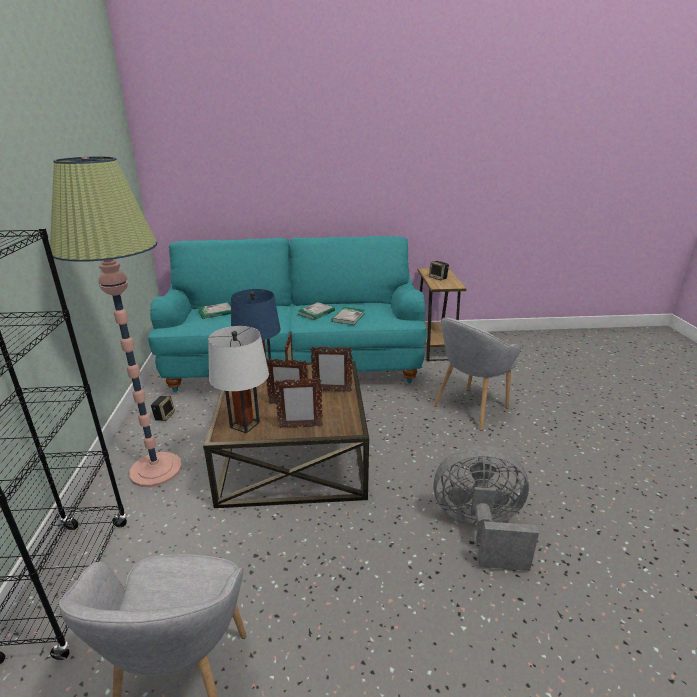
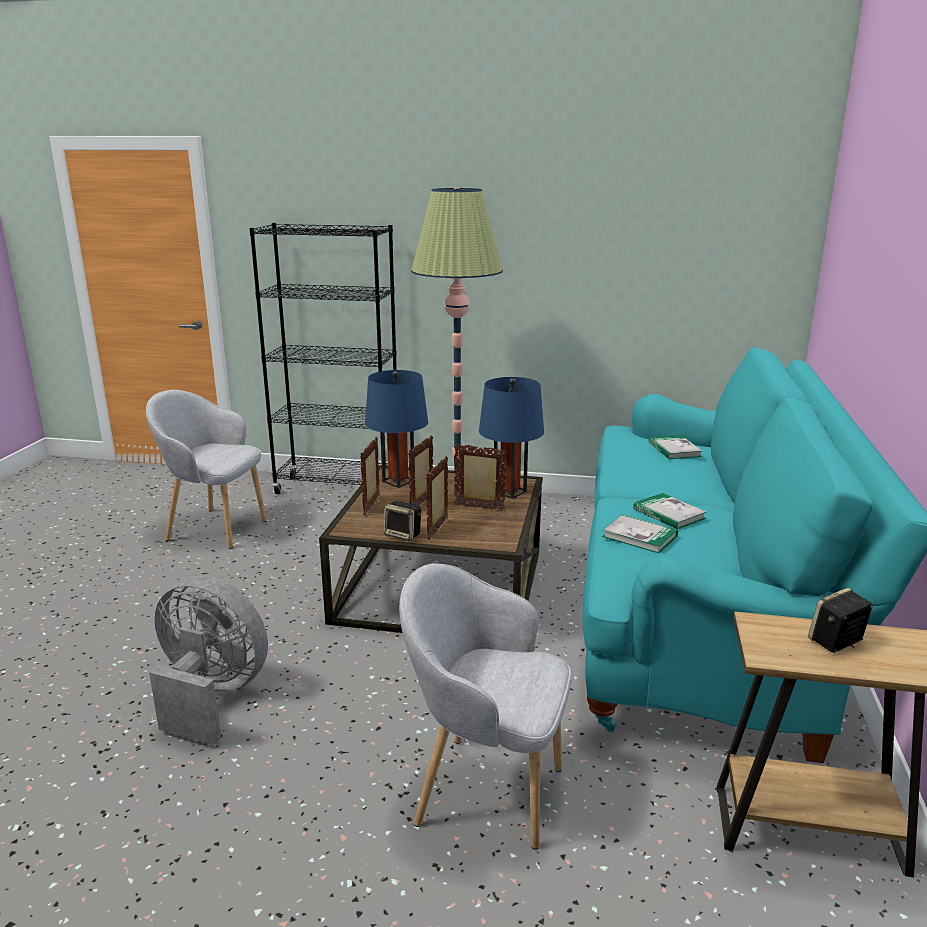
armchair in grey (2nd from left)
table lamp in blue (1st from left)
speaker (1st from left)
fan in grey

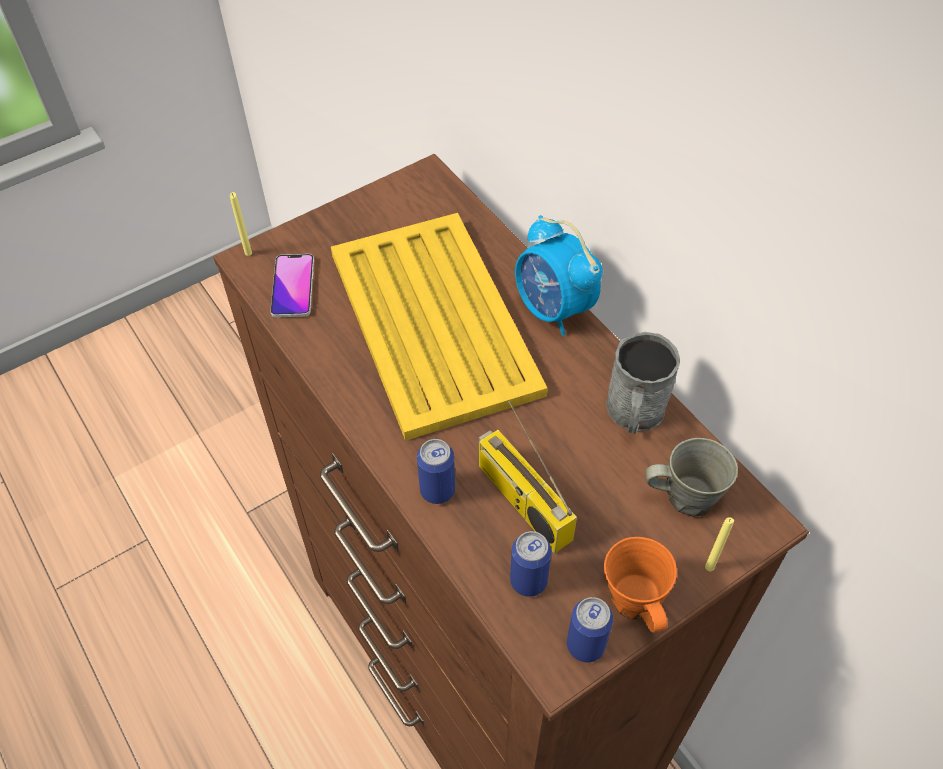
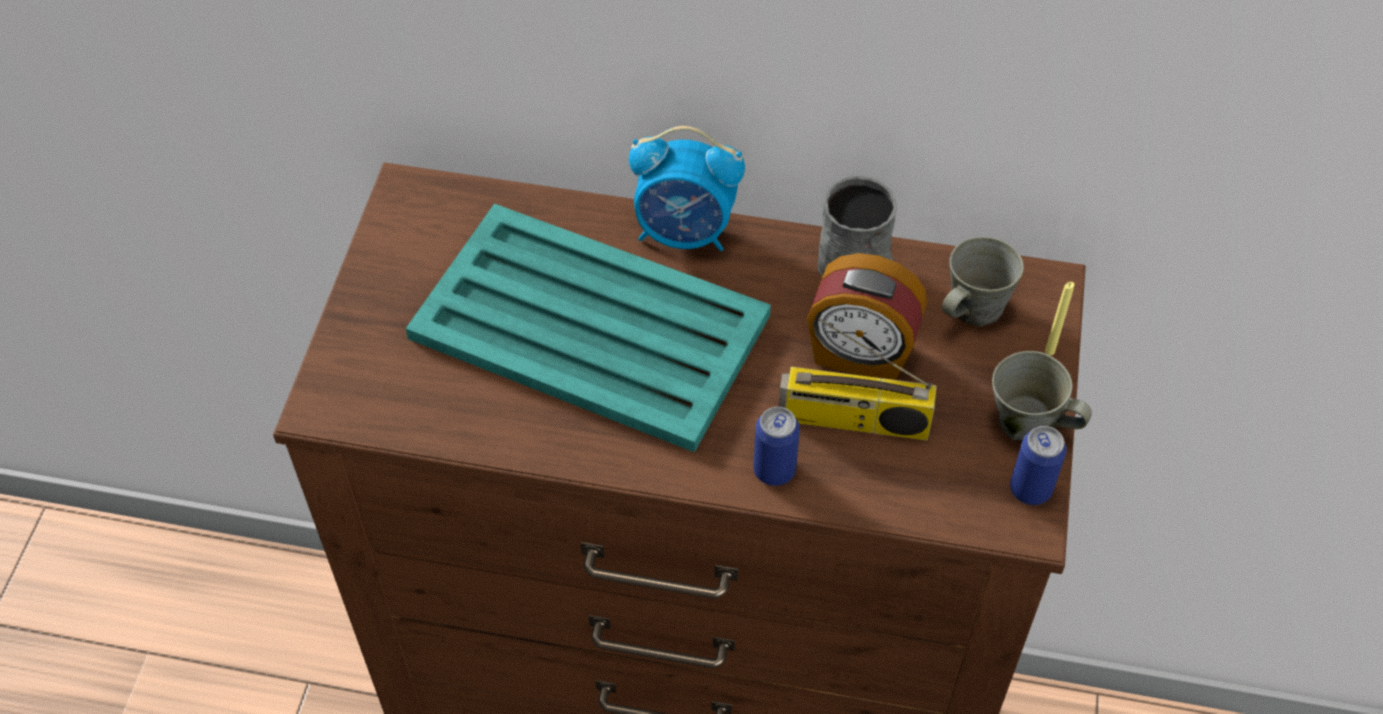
candle in yellow (1st from left in the first image)
tray in turquoise
phone
can (2nd from left in the first image)
mug in grey (3rd from left)
alarm clock (2nd from left)

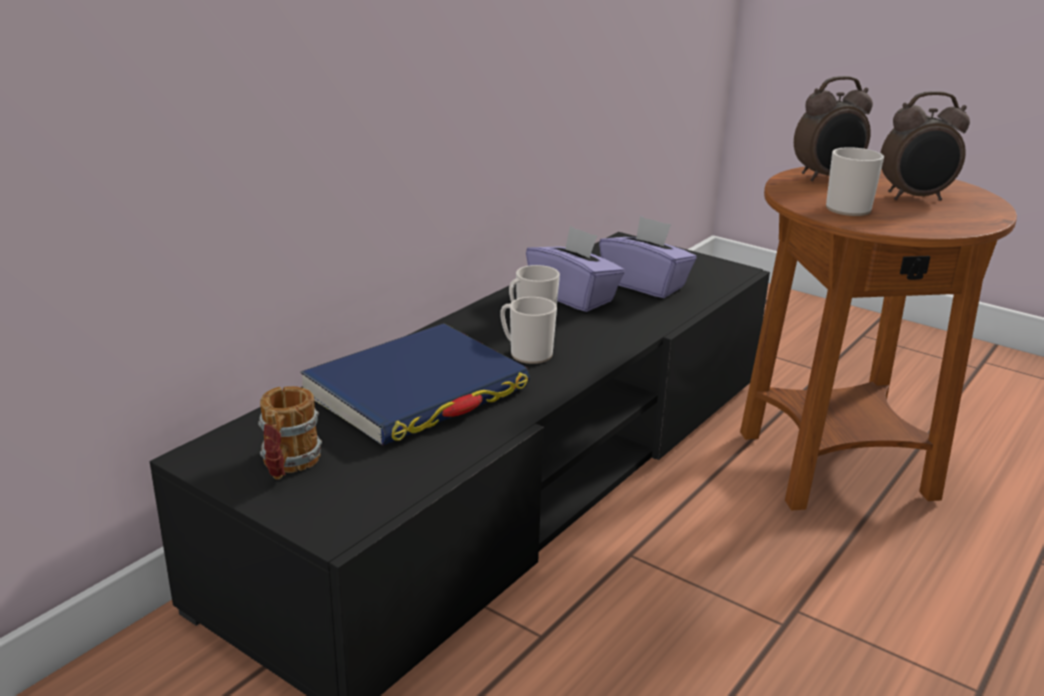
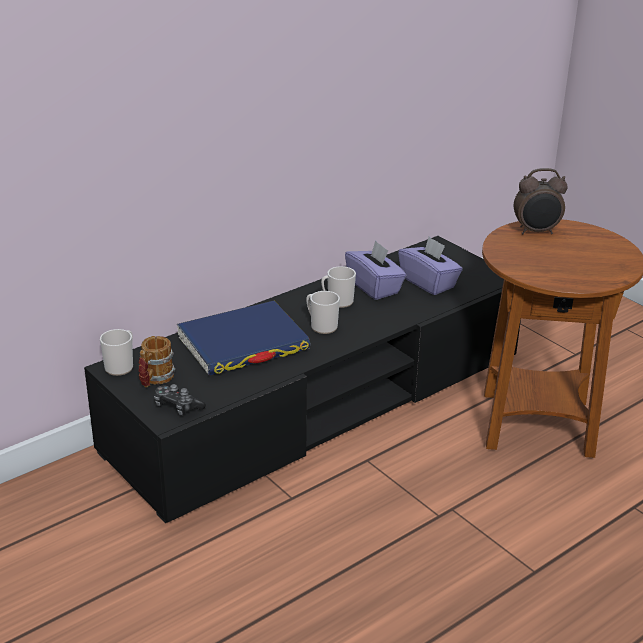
alarm clock (2nd from left in the first image)
mug (1st from left)
game controller

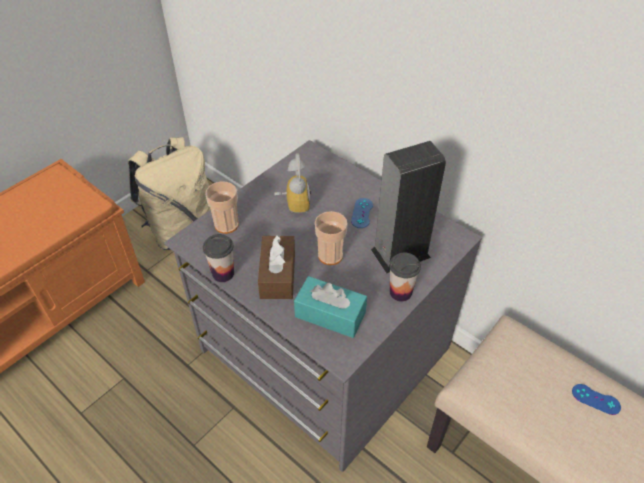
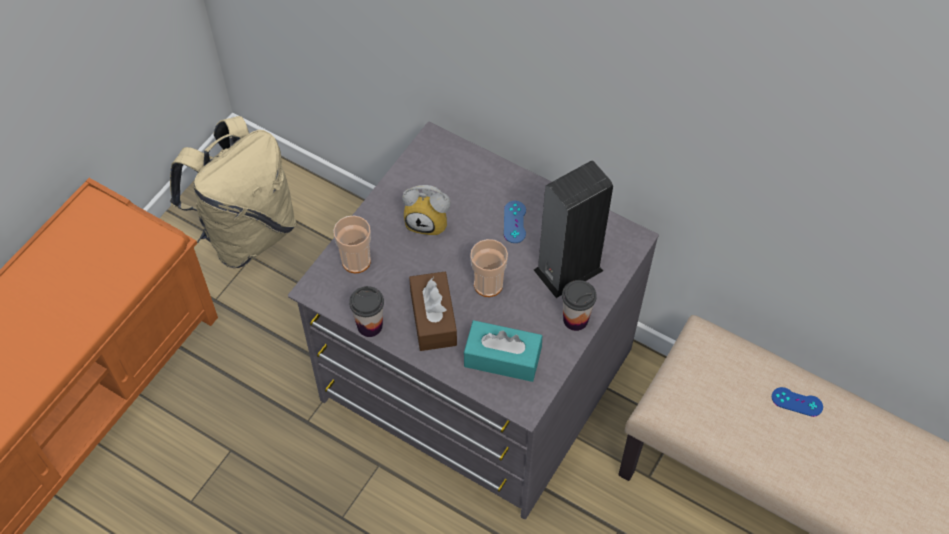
alarm clock

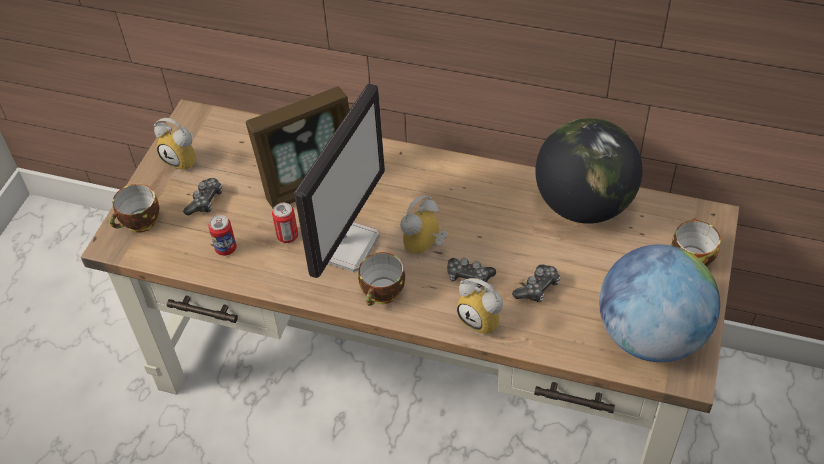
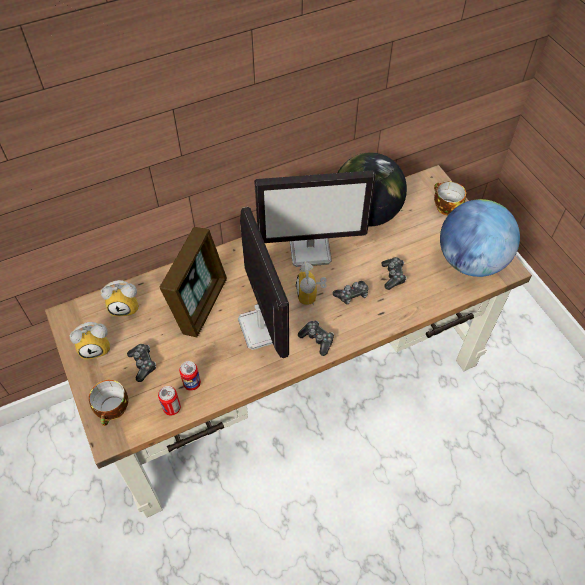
can (1st from left)
game controller (2nd from left)
alarm clock (2nd from left)
monitor (2nd from left)

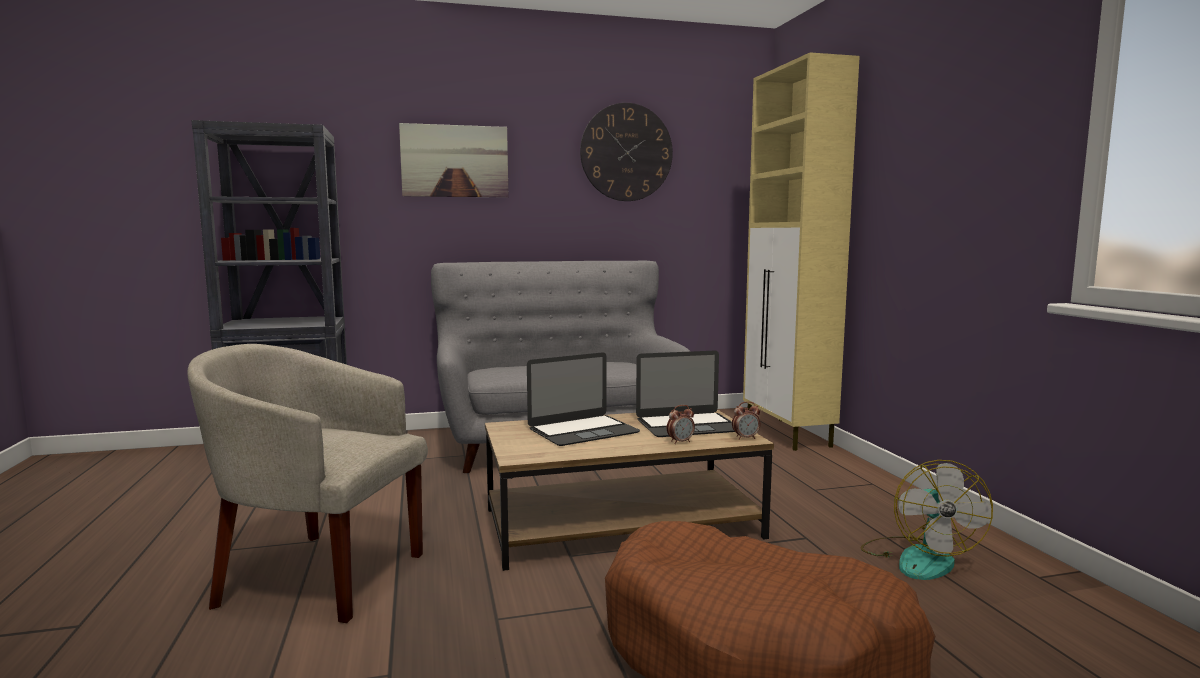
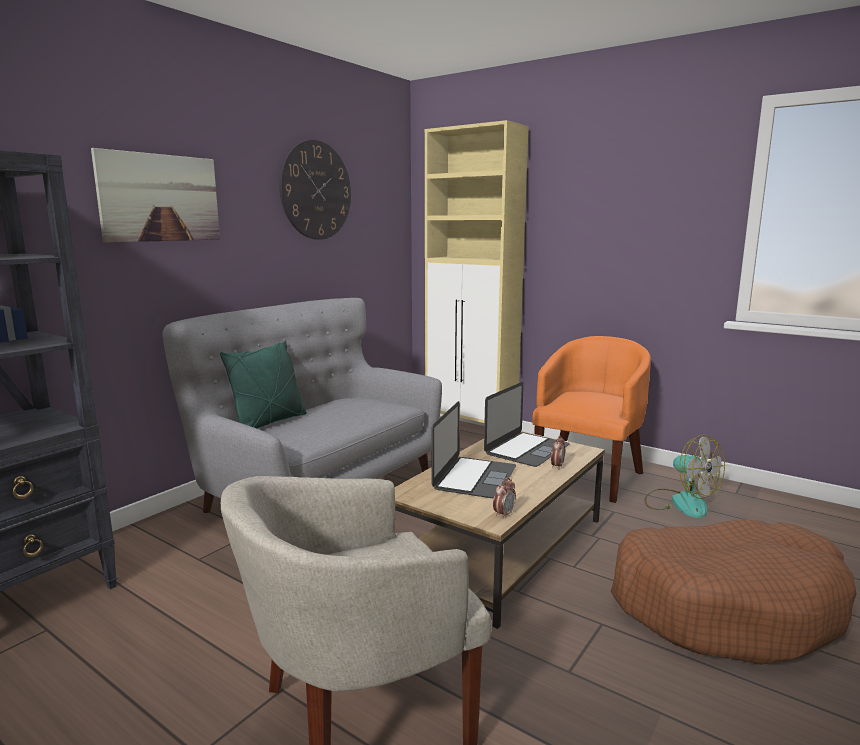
alarm clock (1st from left)
armchair in orange
pillow in green

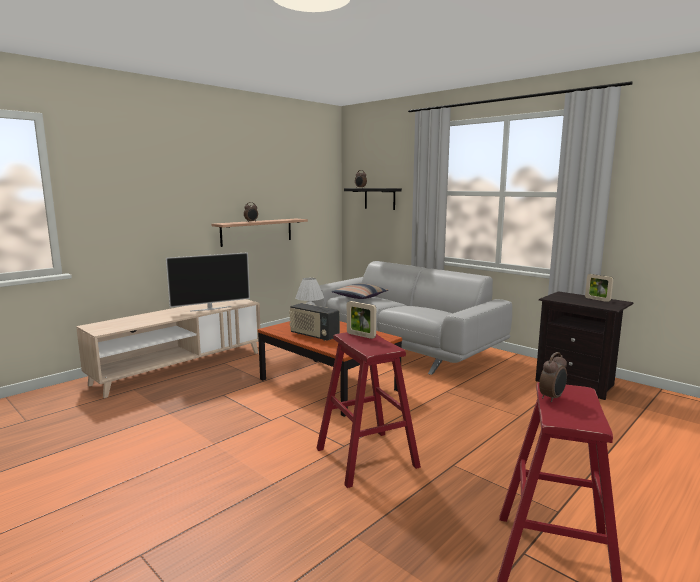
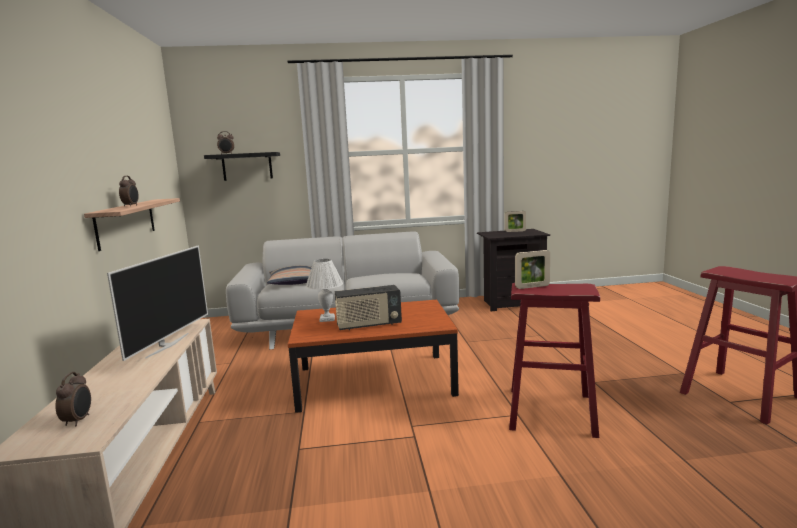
alarm clock (1st from left)

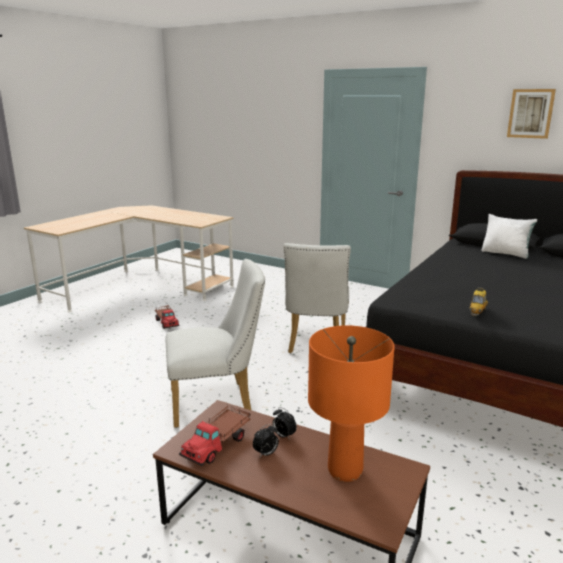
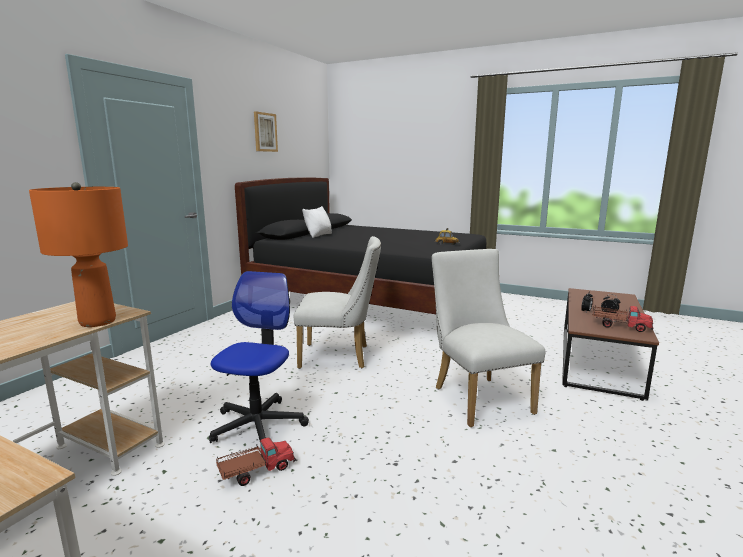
table lamp in orange
office chair

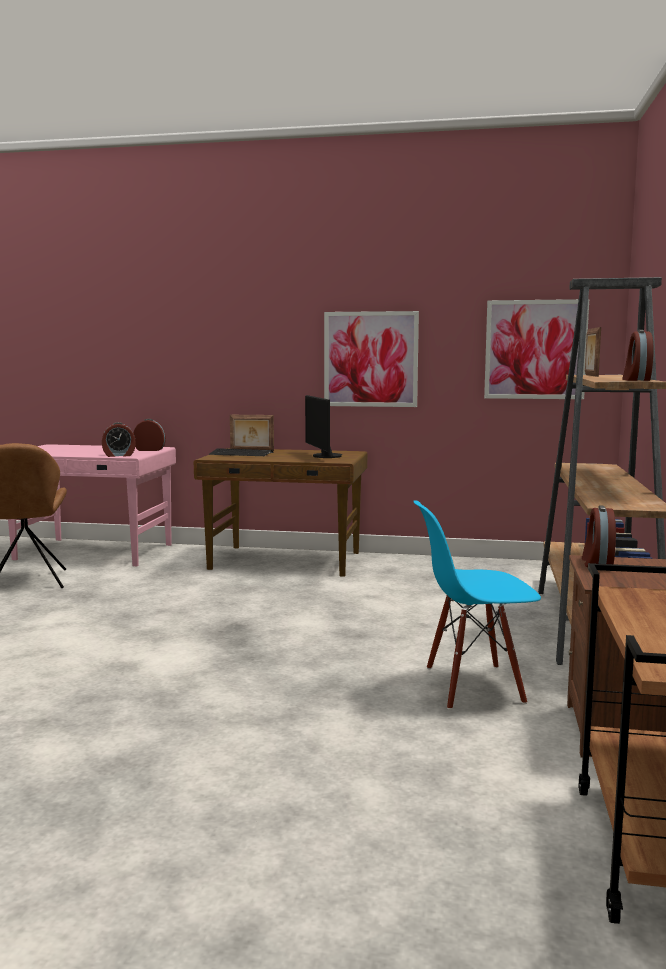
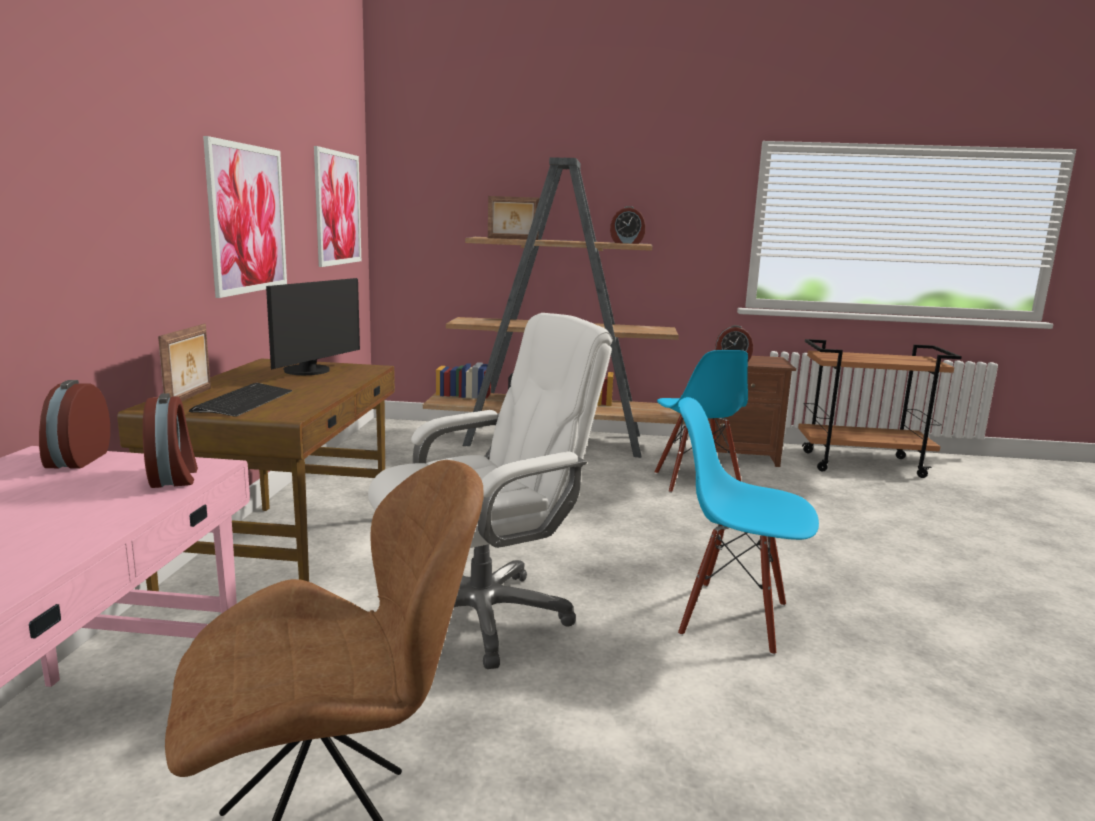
monitor
office chair in white
chair in blue (2nd from left)

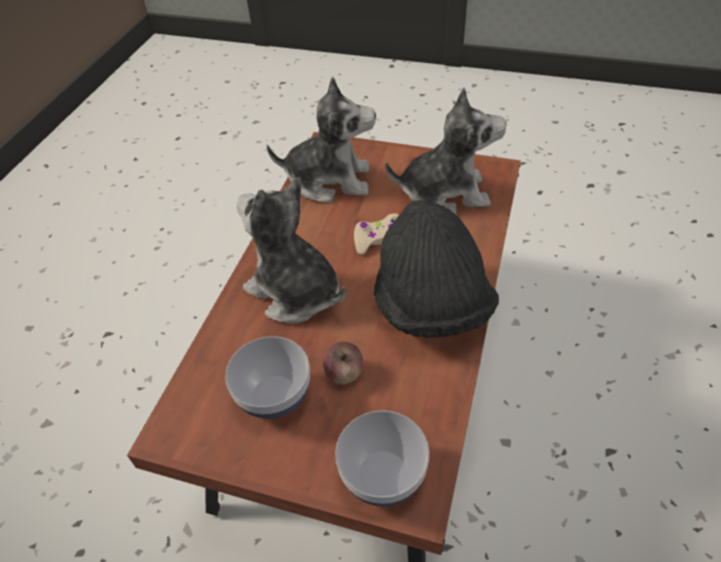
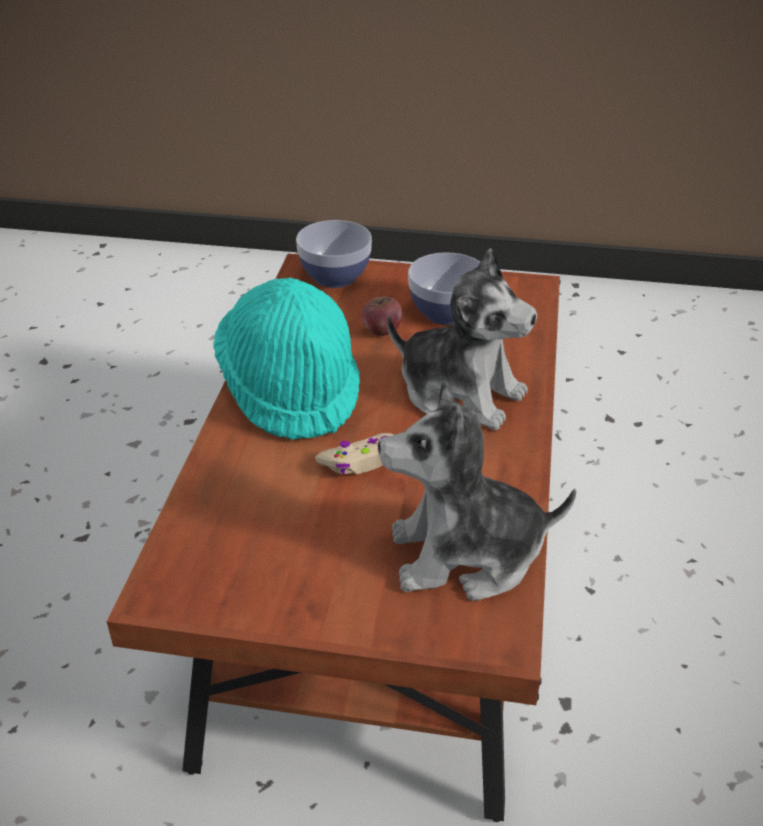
plush toy (3rd from left in the first image)
hat in turquoise

